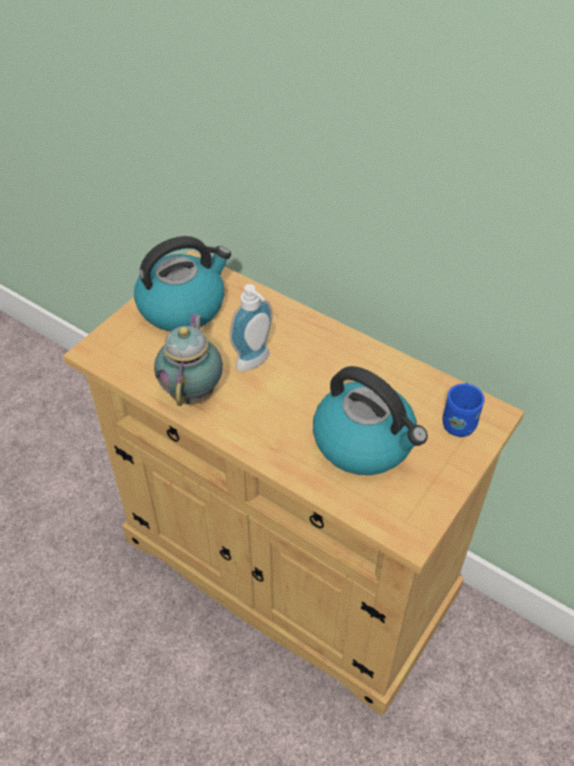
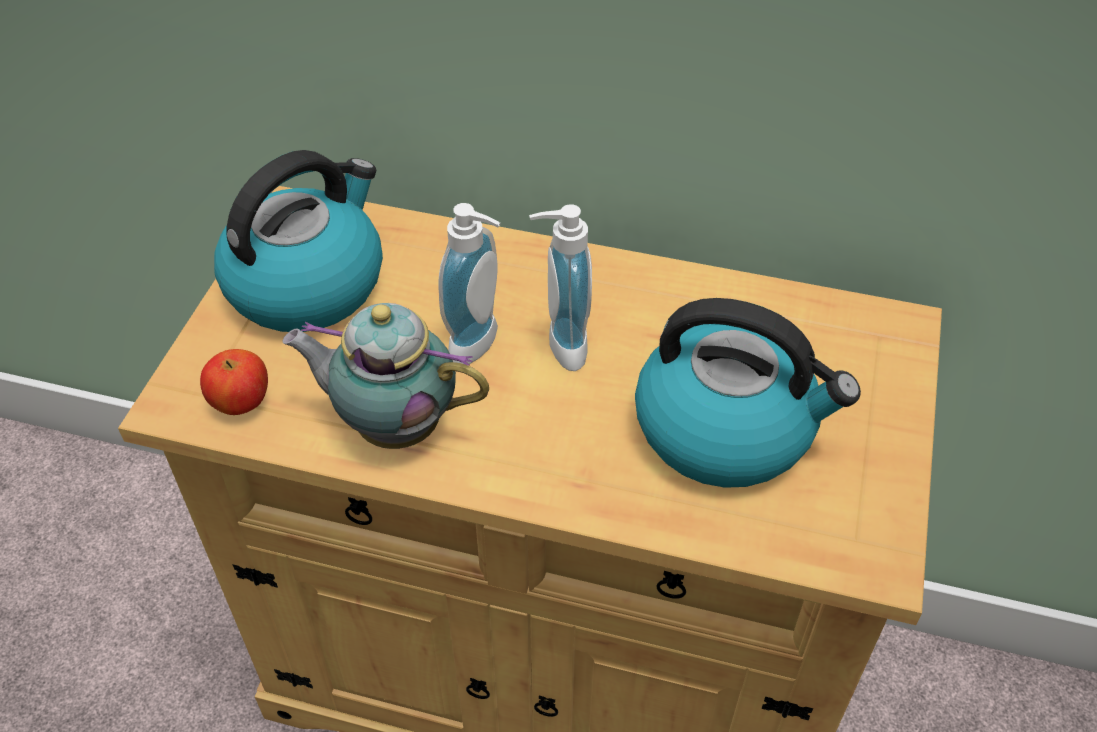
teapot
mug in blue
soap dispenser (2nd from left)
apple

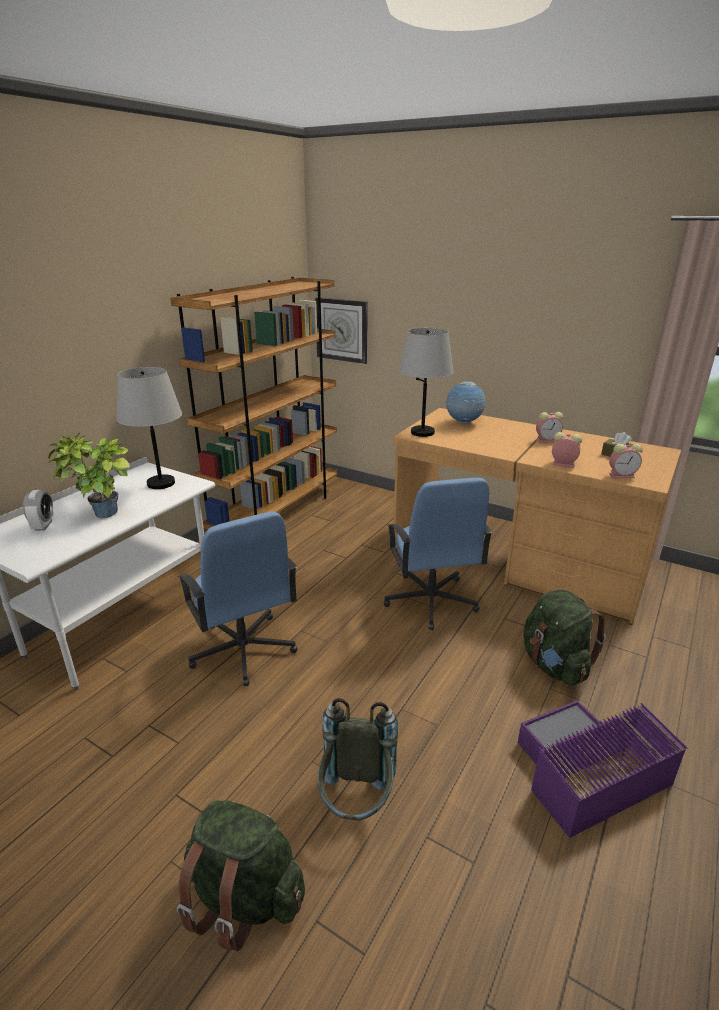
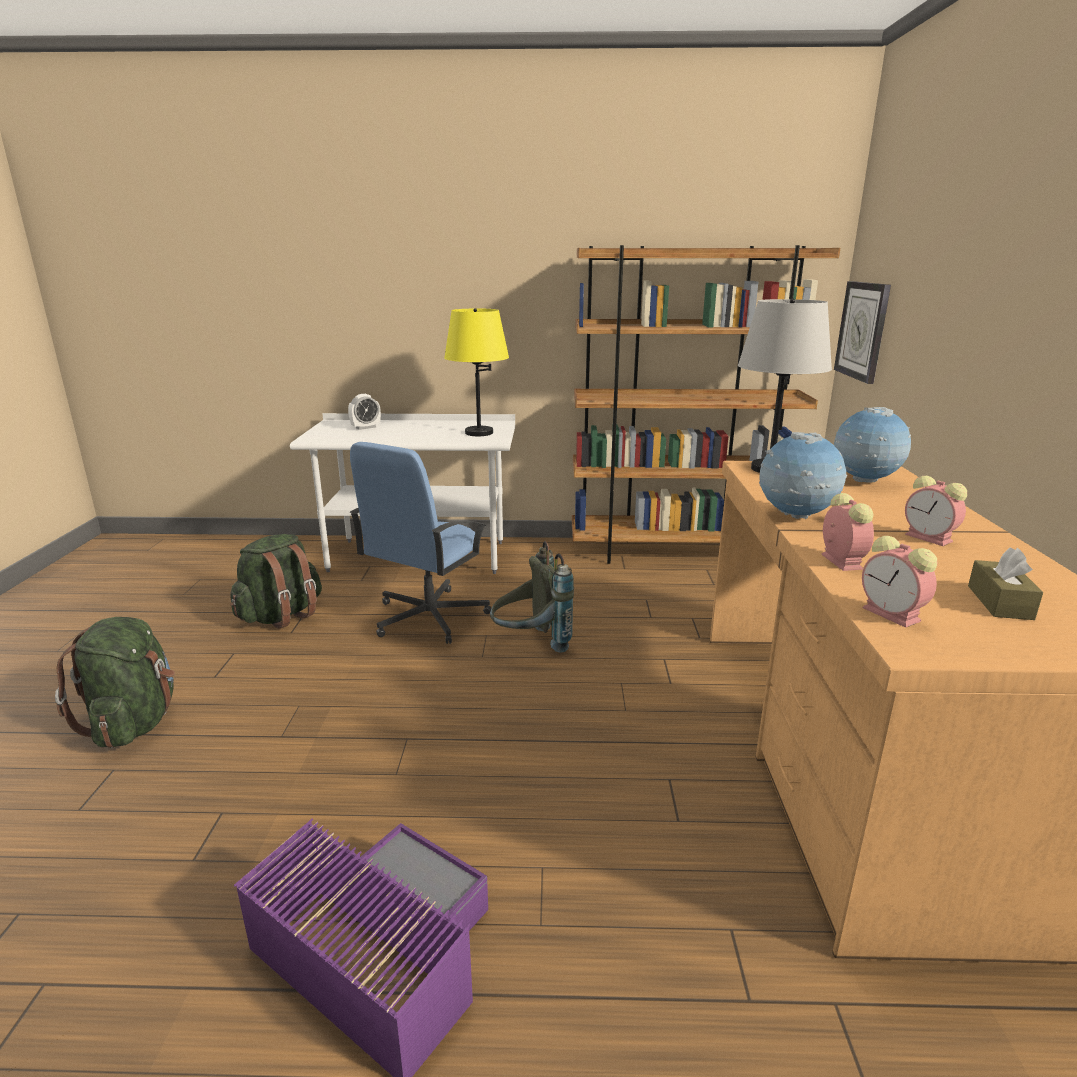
table lamp in yellow
potted plant
office chair in blue (2nd from left in the first image)
backpack in green (2nd from left)
backpack in grey
globe (1st from left)

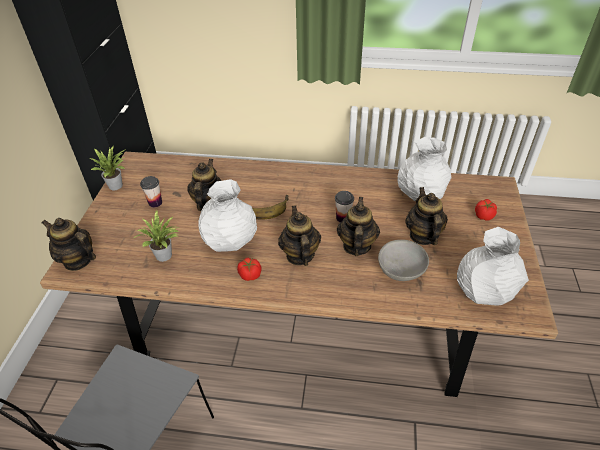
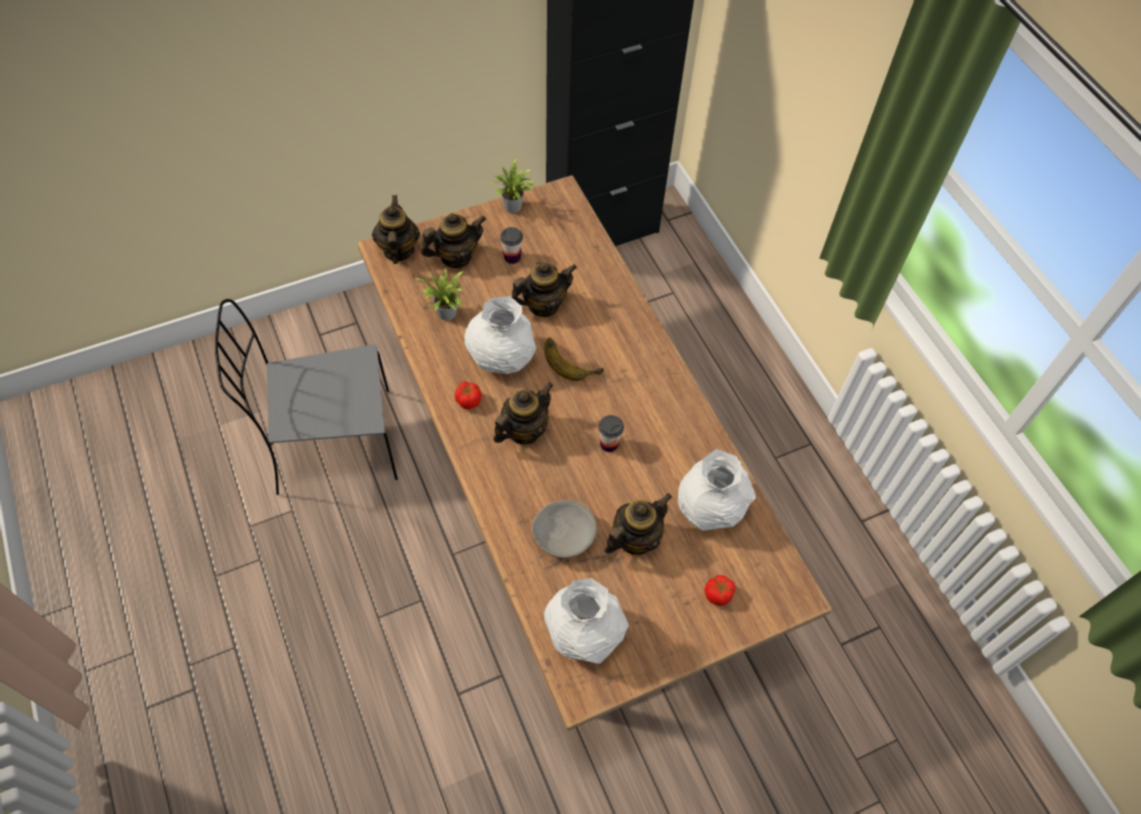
teapot (2nd from left)

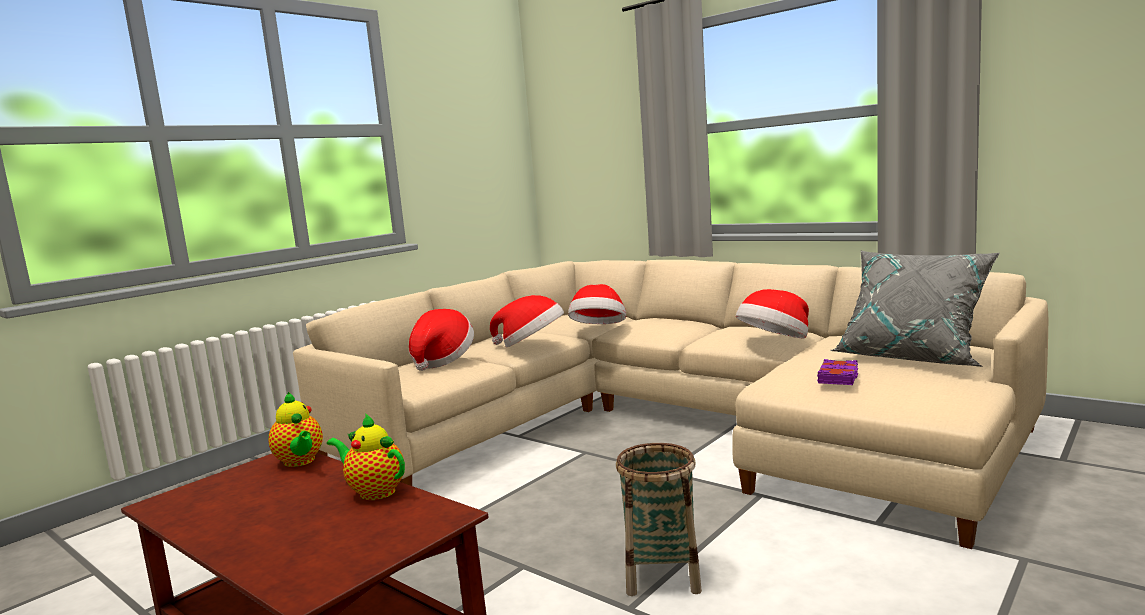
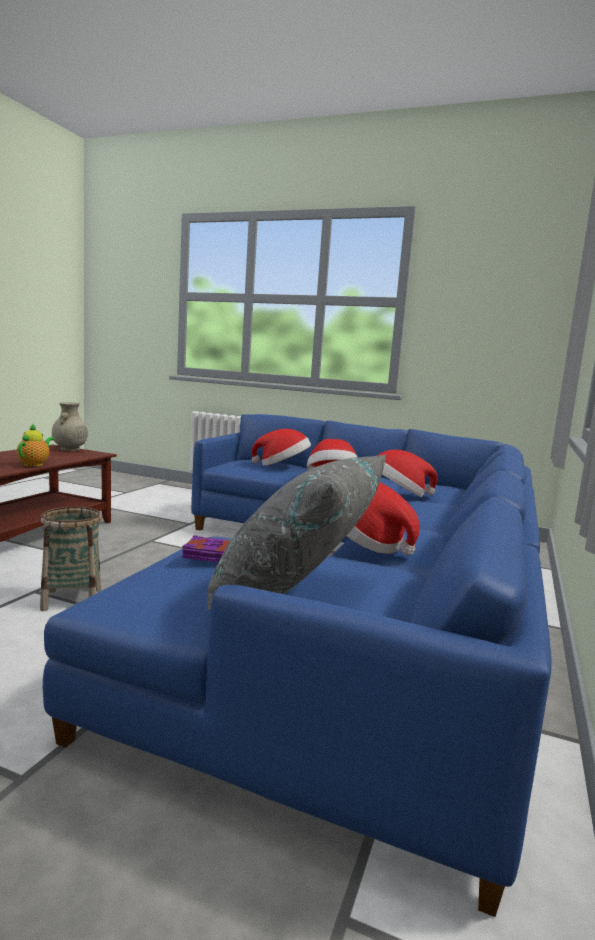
sofa in blue
teapot (1st from left in the first image)
vase in beige

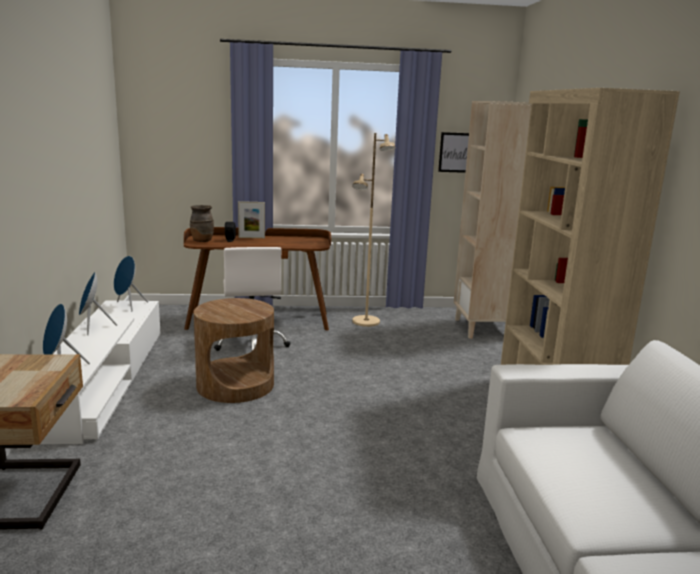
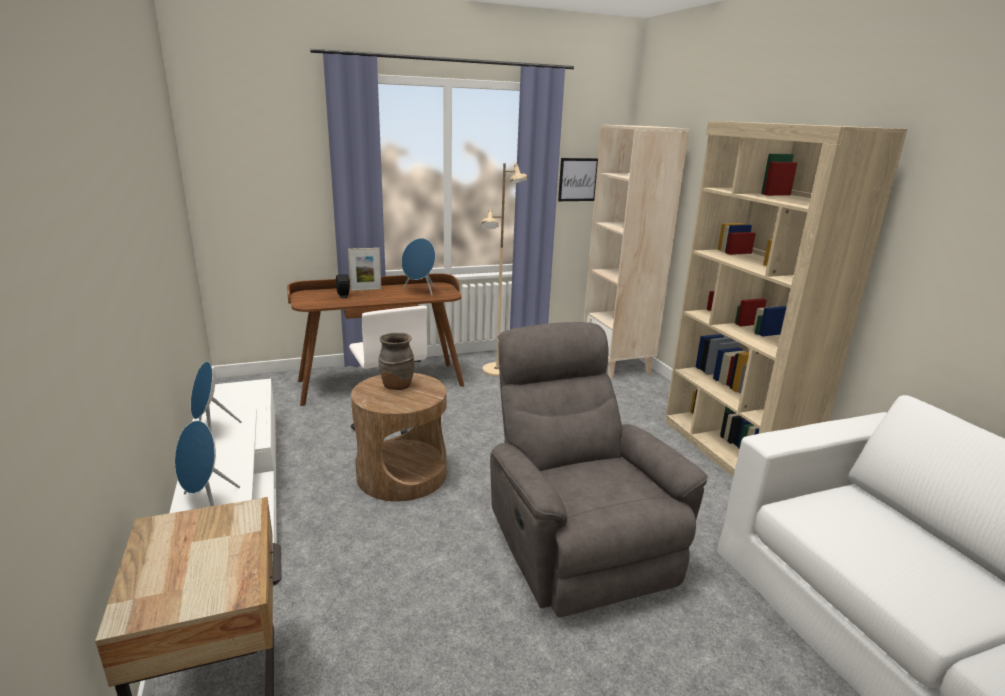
vase in brown
speaker in blue (3rd from left)
armchair in grey

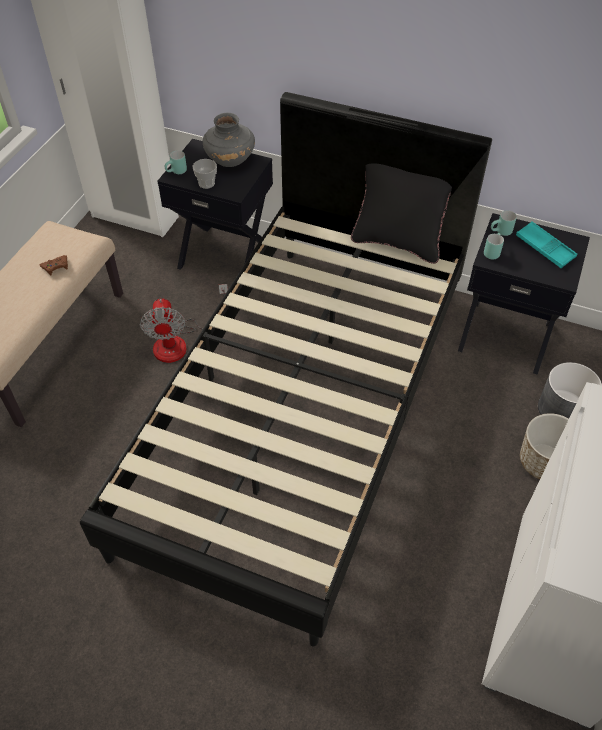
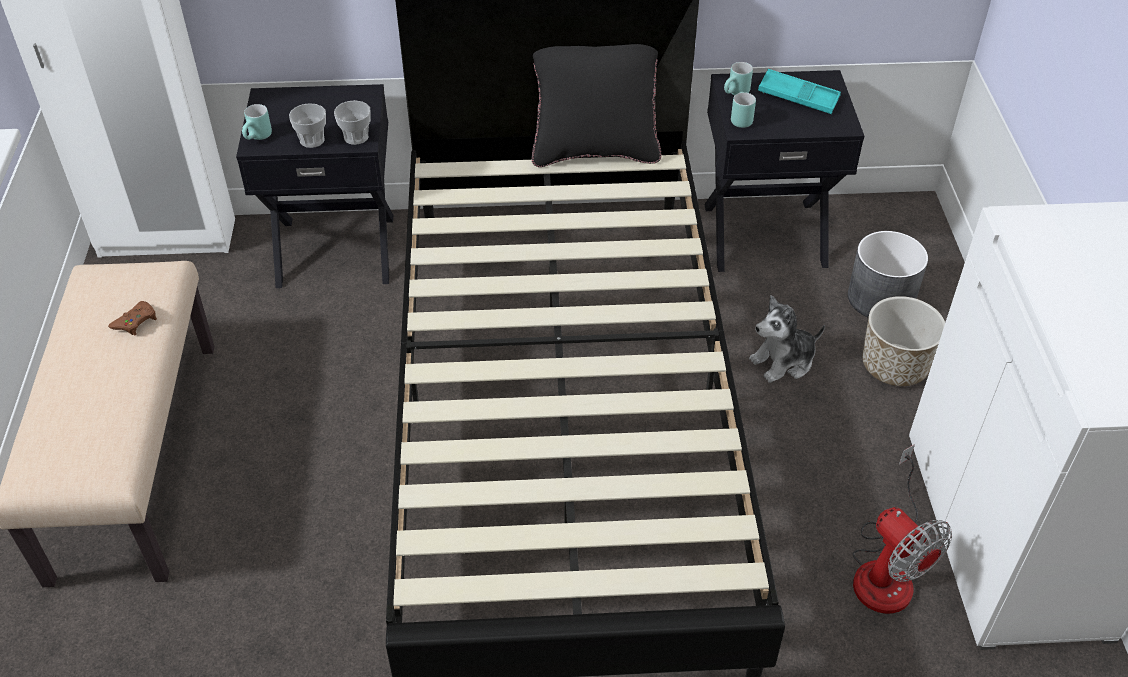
vase in grey
fan
cup (2nd from left)
plush toy

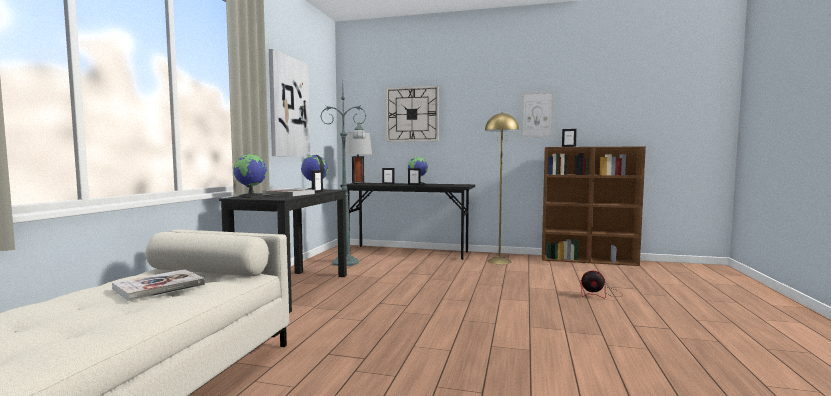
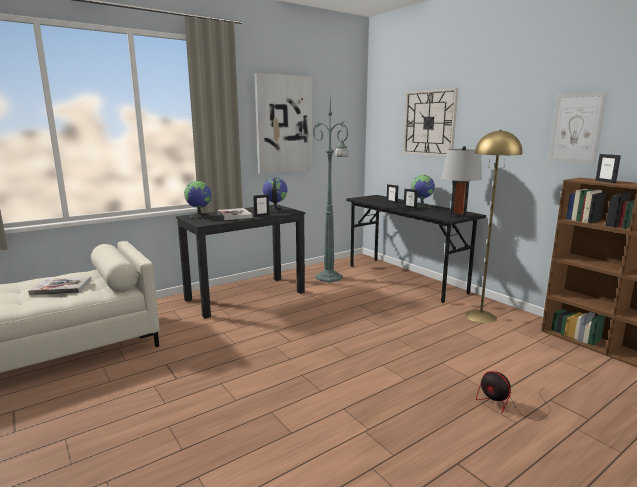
table lamp in grey

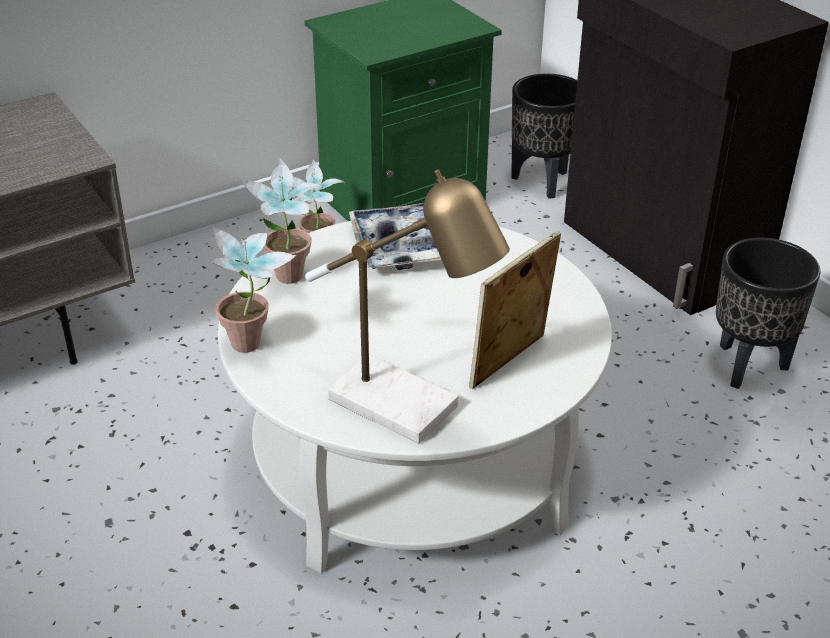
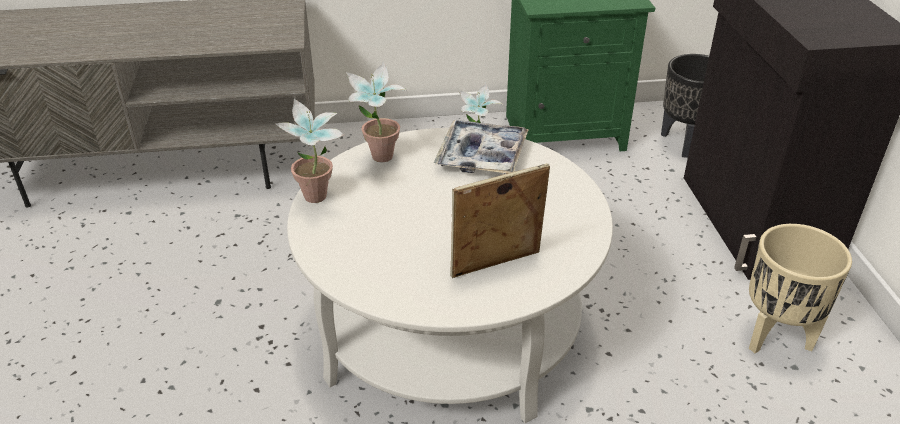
table lamp
planter in beige

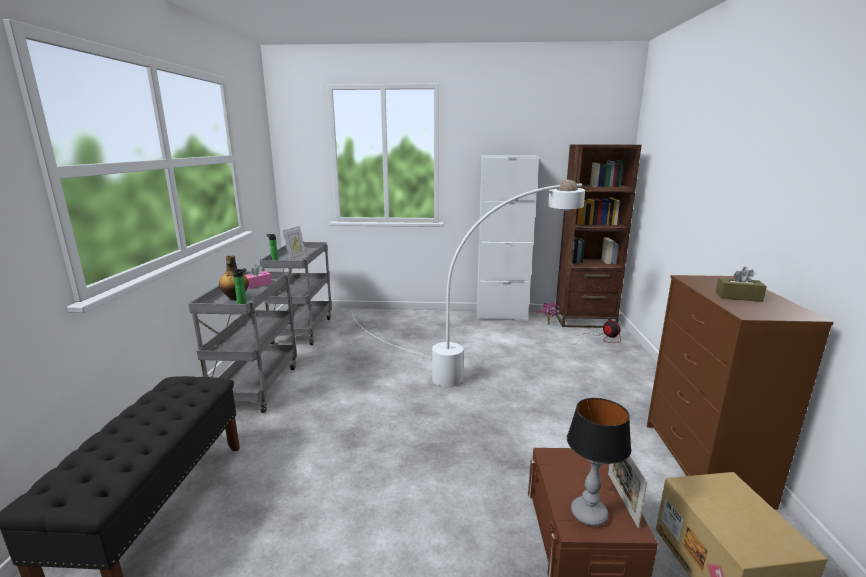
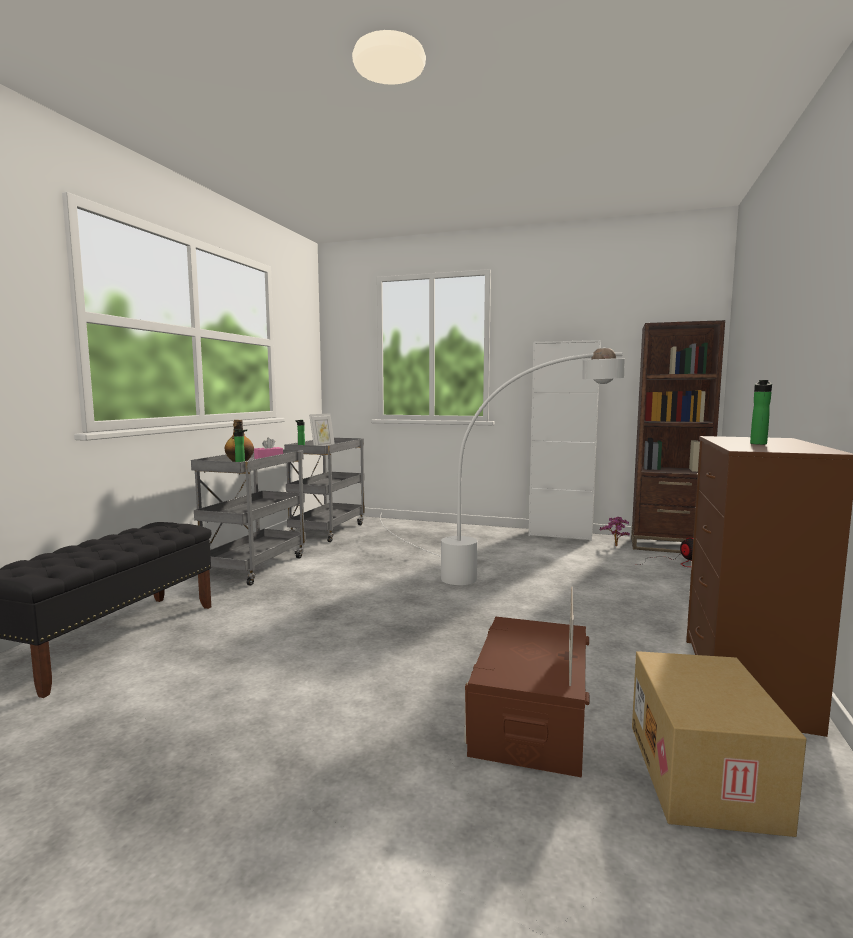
bottle (4th from left)
table lamp

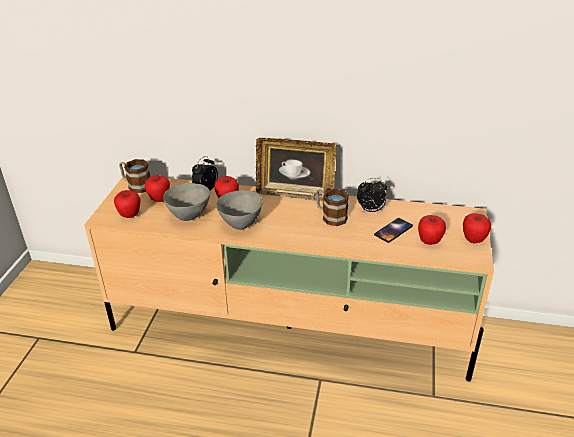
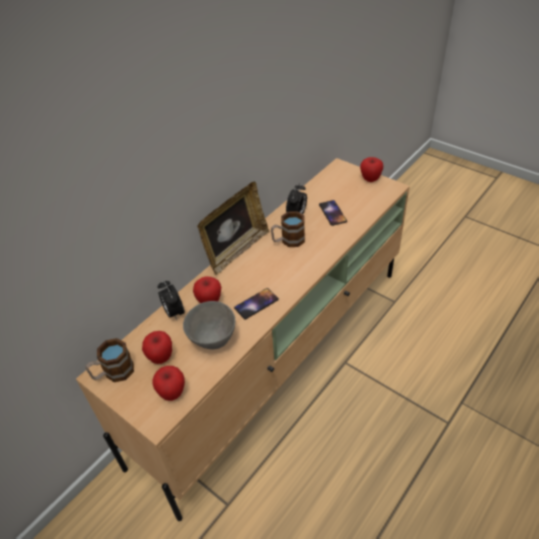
phone (1st from left)
apple (4th from left in the first image)

